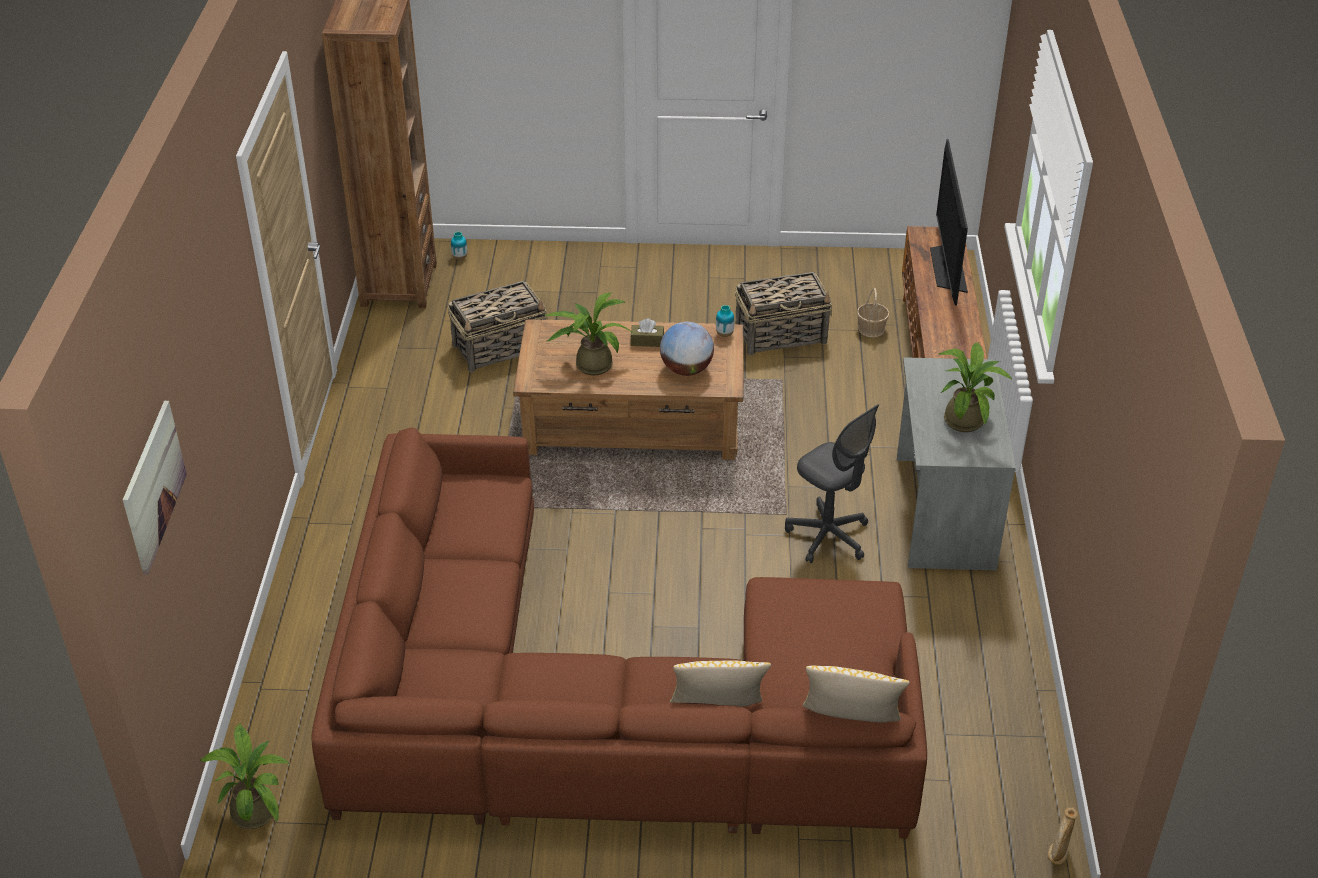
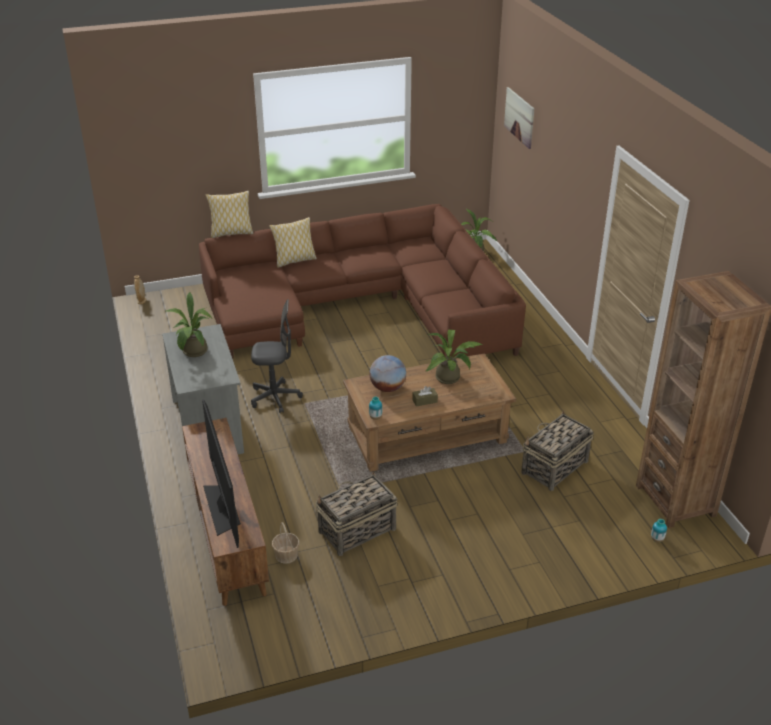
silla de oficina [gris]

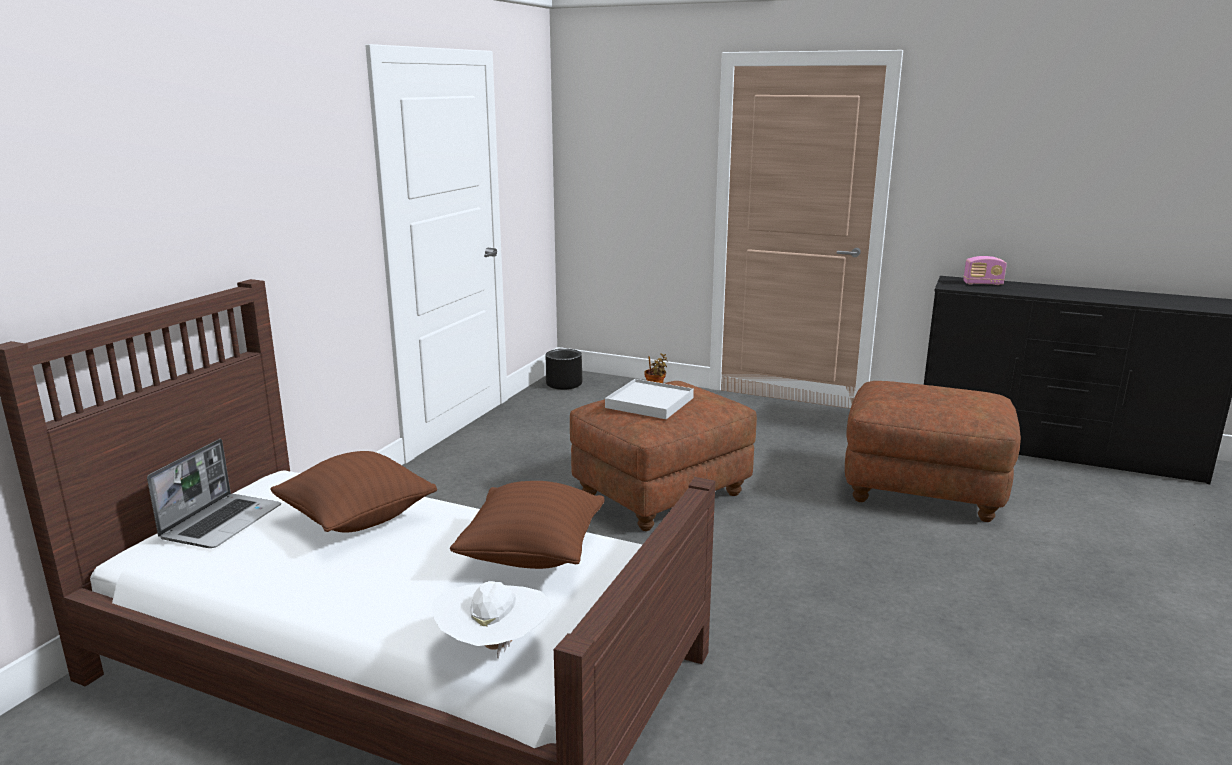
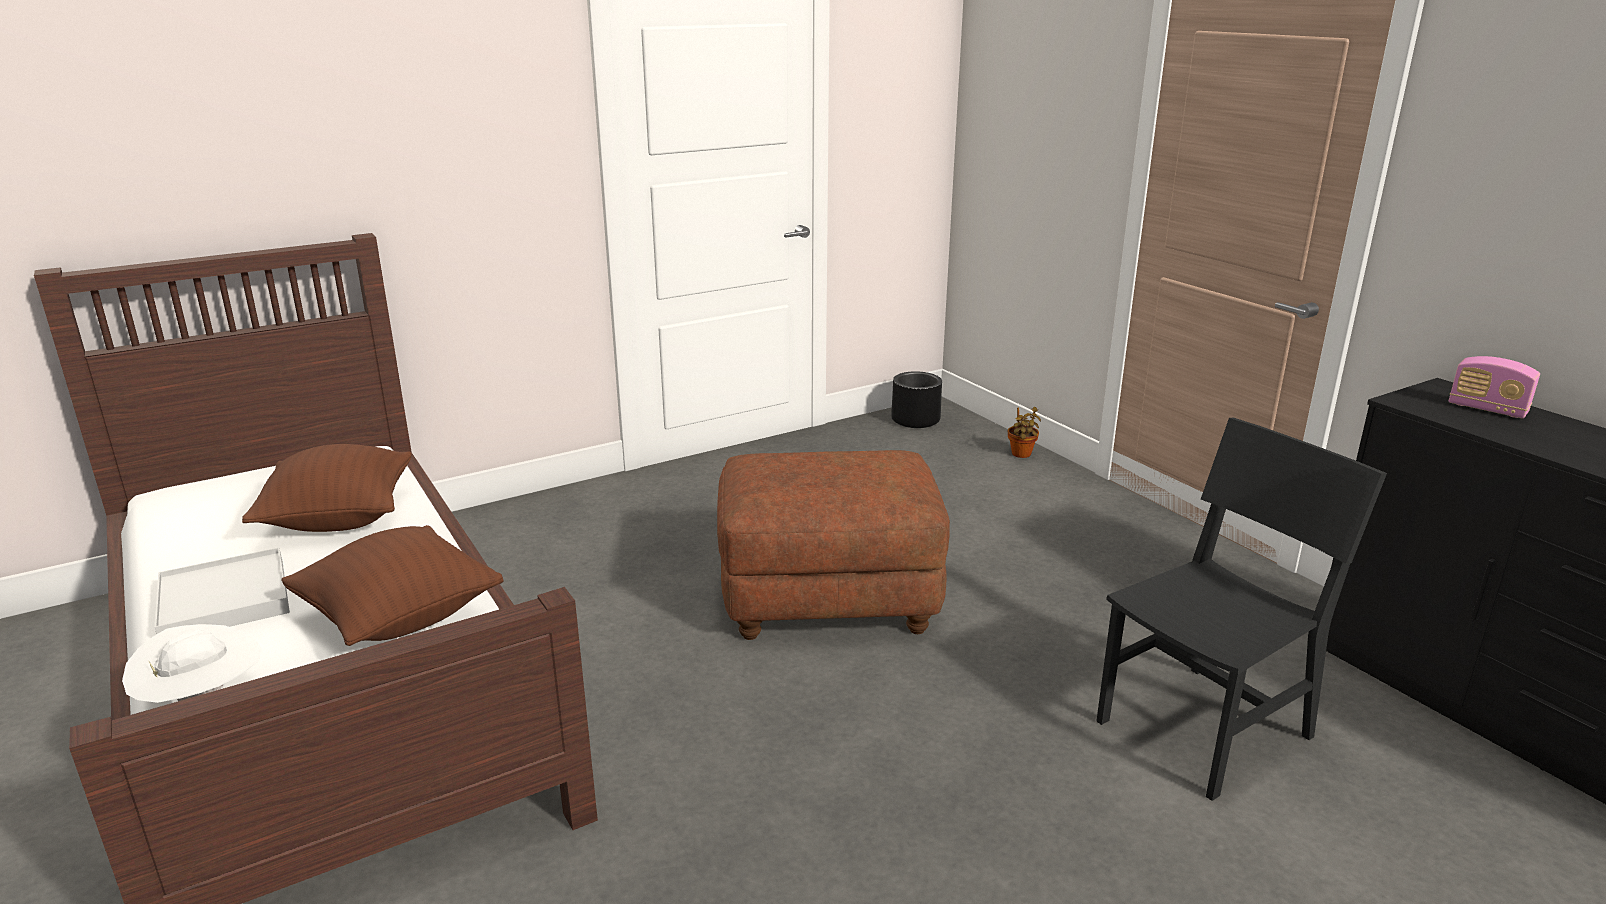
portátil; bandeja [blanco]; silla [negro]

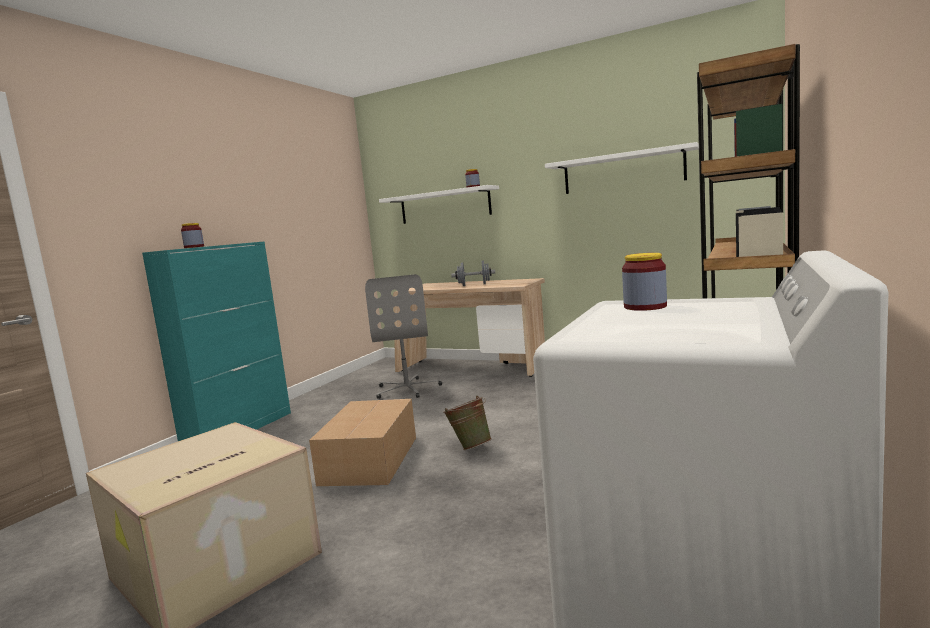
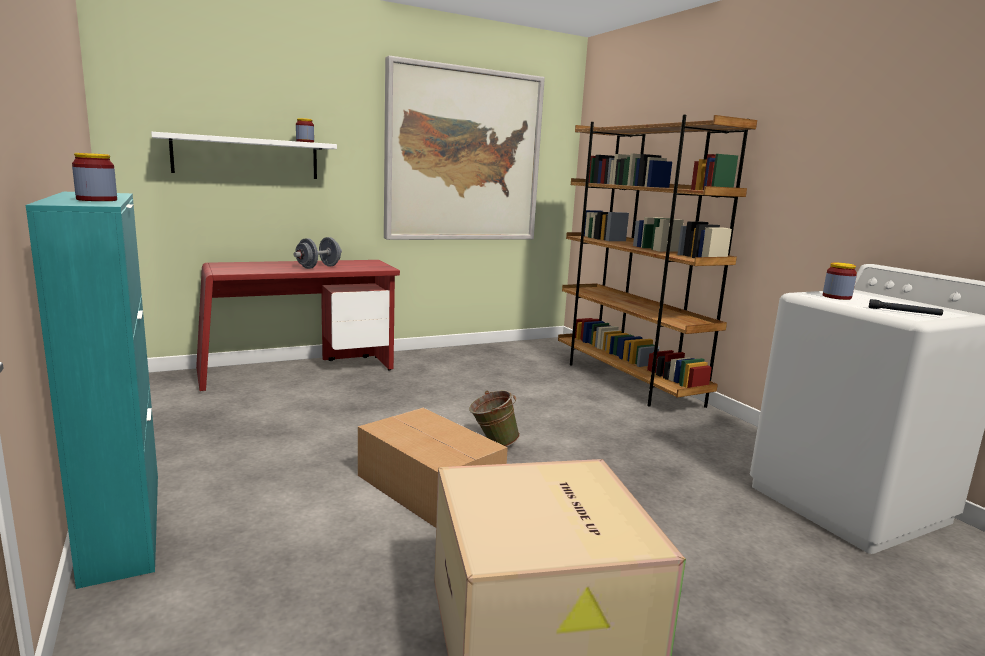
silla de oficina [gris]; linterna [negro]; cuadro; escritorio [rojo]

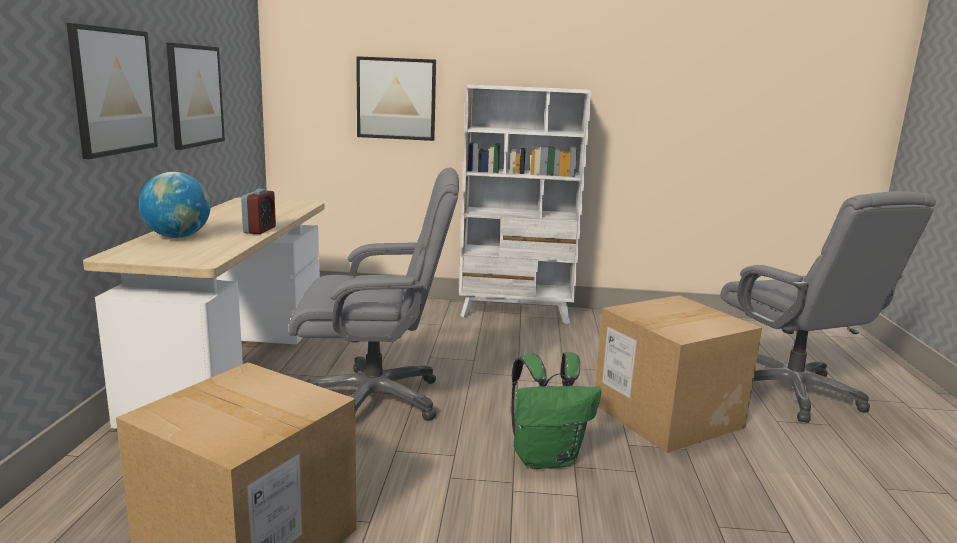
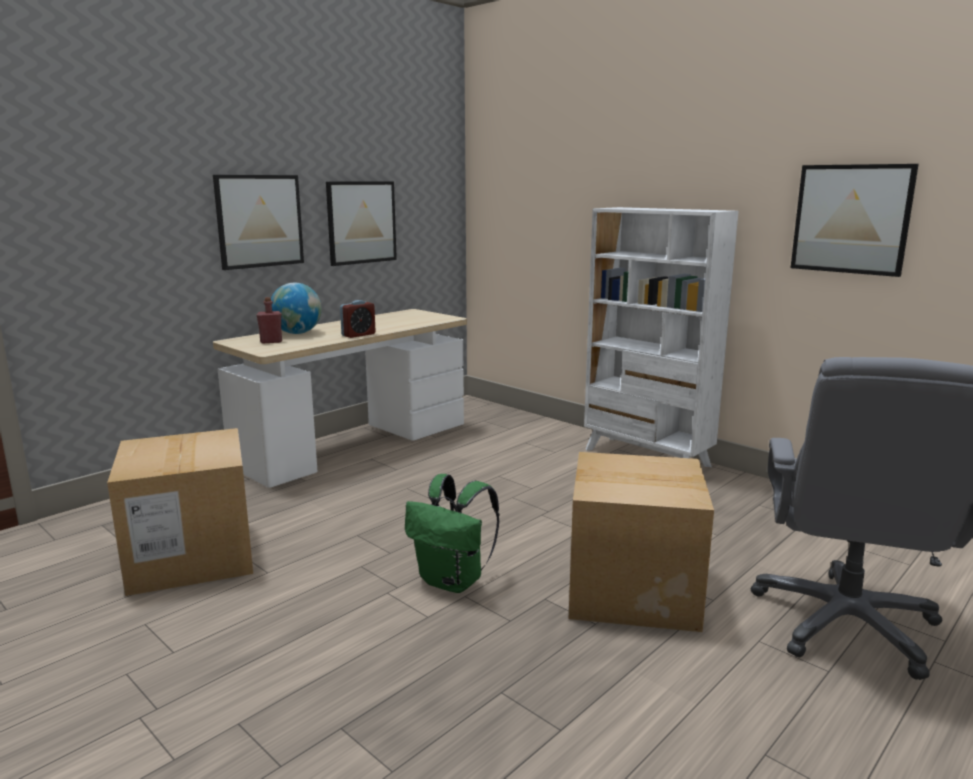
silla de oficina [gris] (1st from left in the first image); botella [rojo]; cuadro (3rd from left)

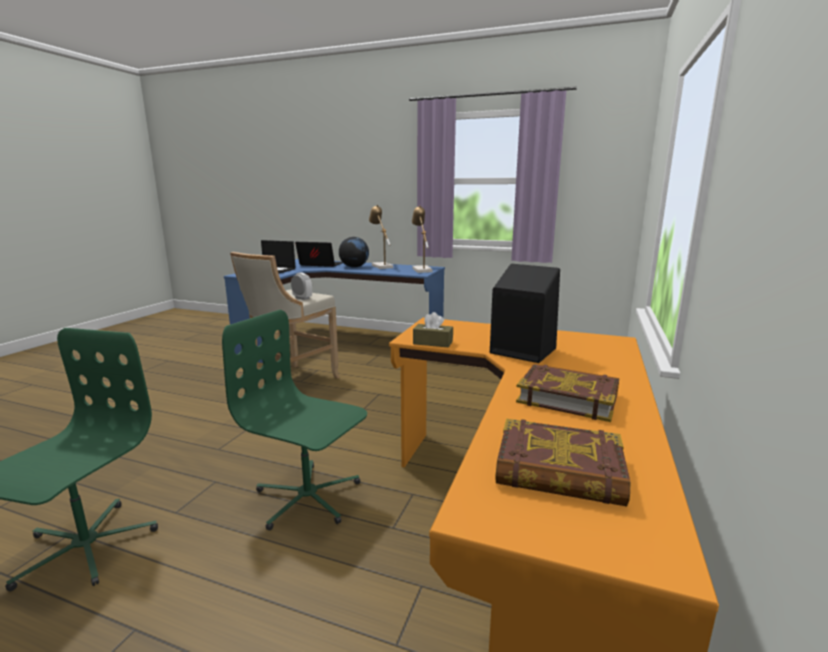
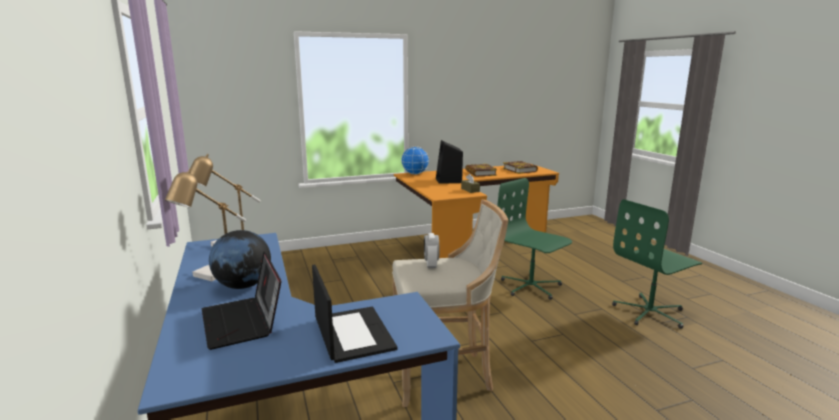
globo terráqueo (2nd from left); silla de oficina [verde] (1st from left)

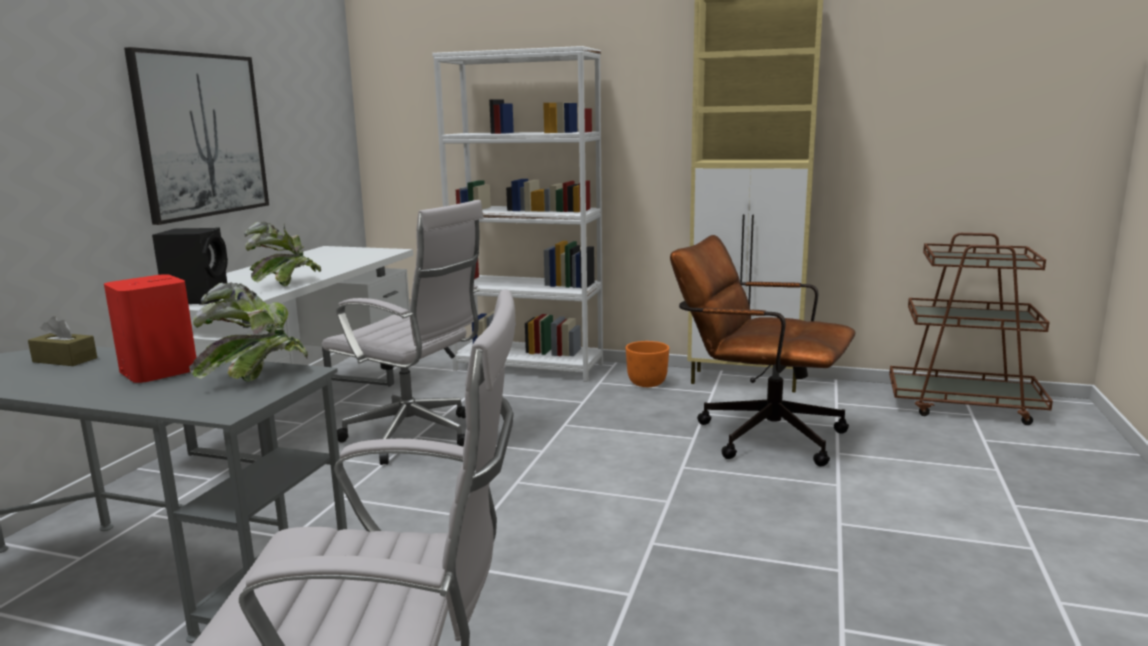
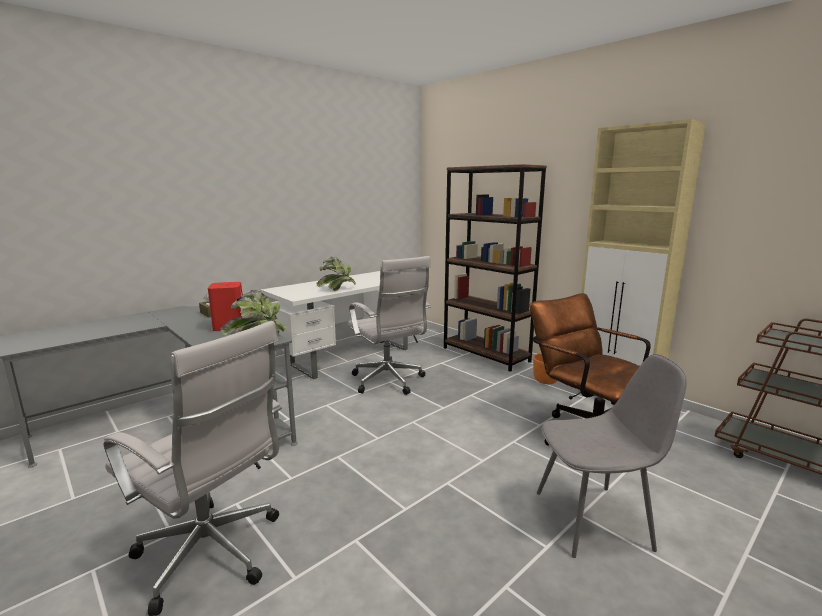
cuadro; altavoz [negro]; silla [gris]; estantería [marrón]

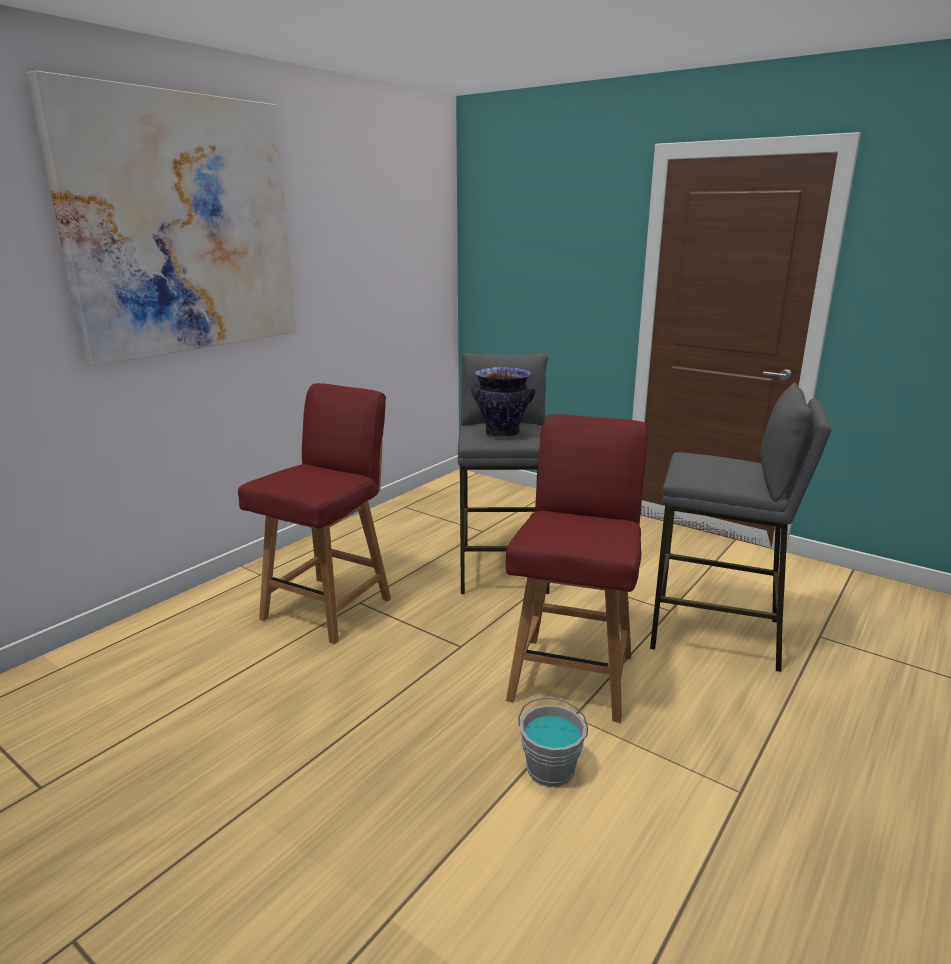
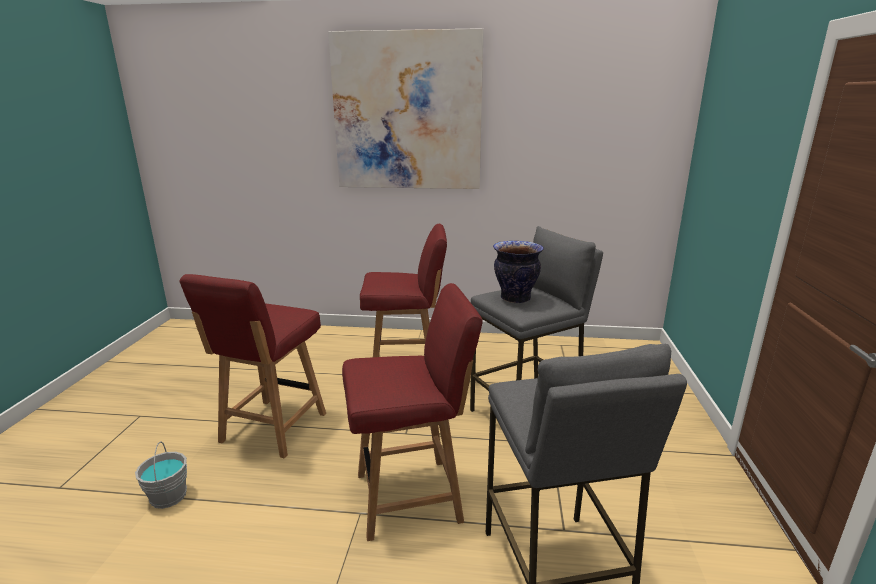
silla [rojo] (1st from left); cubo [gris]

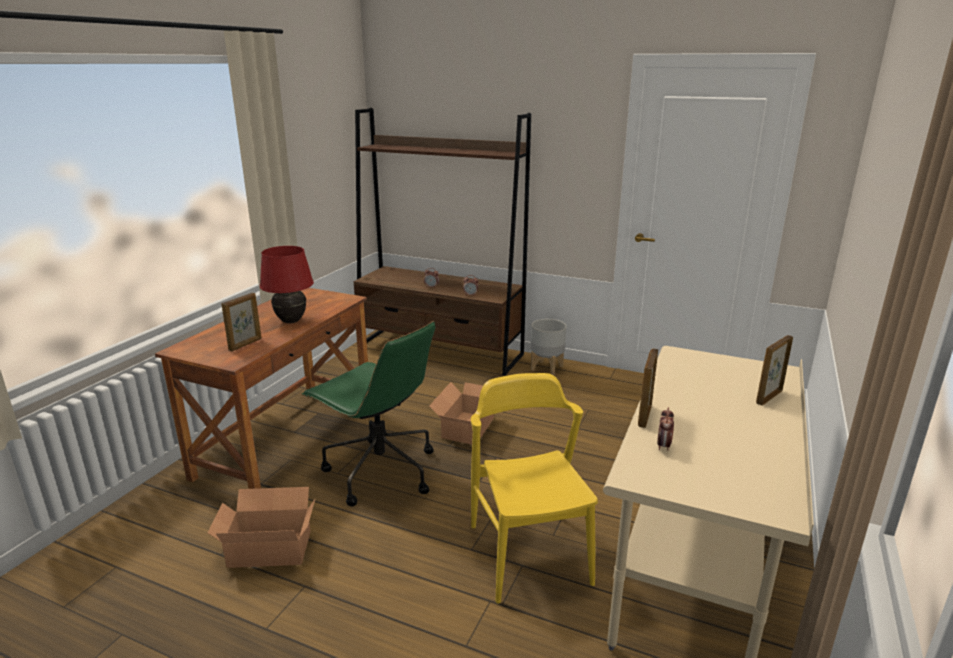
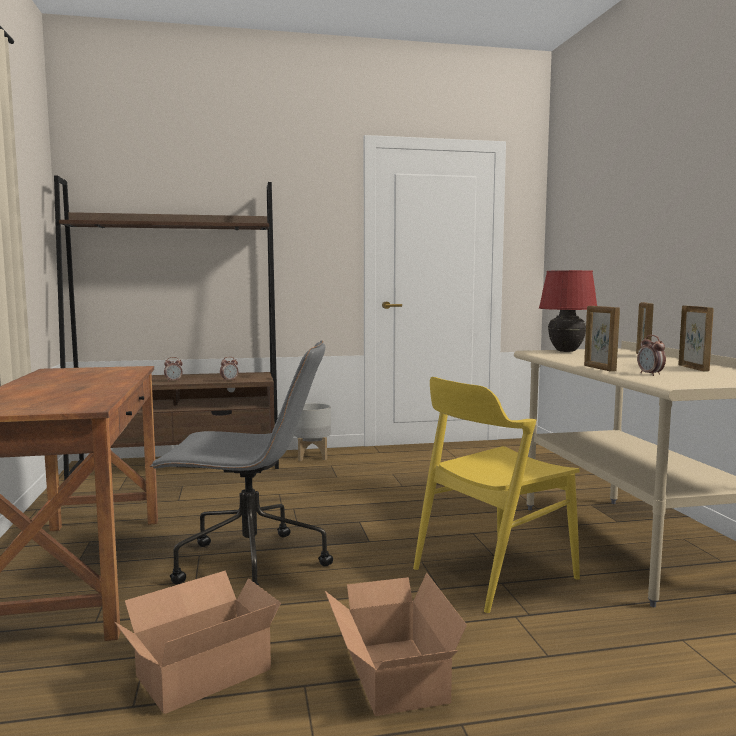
portarretratos (3rd from left); lámpara de mesa [rojo]; caja de cartón (2nd from left); silla de oficina [gris]; silla [amarillo]

